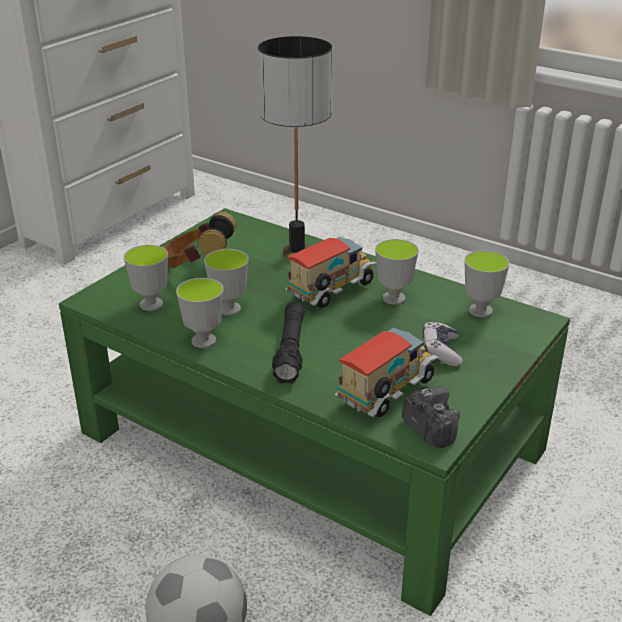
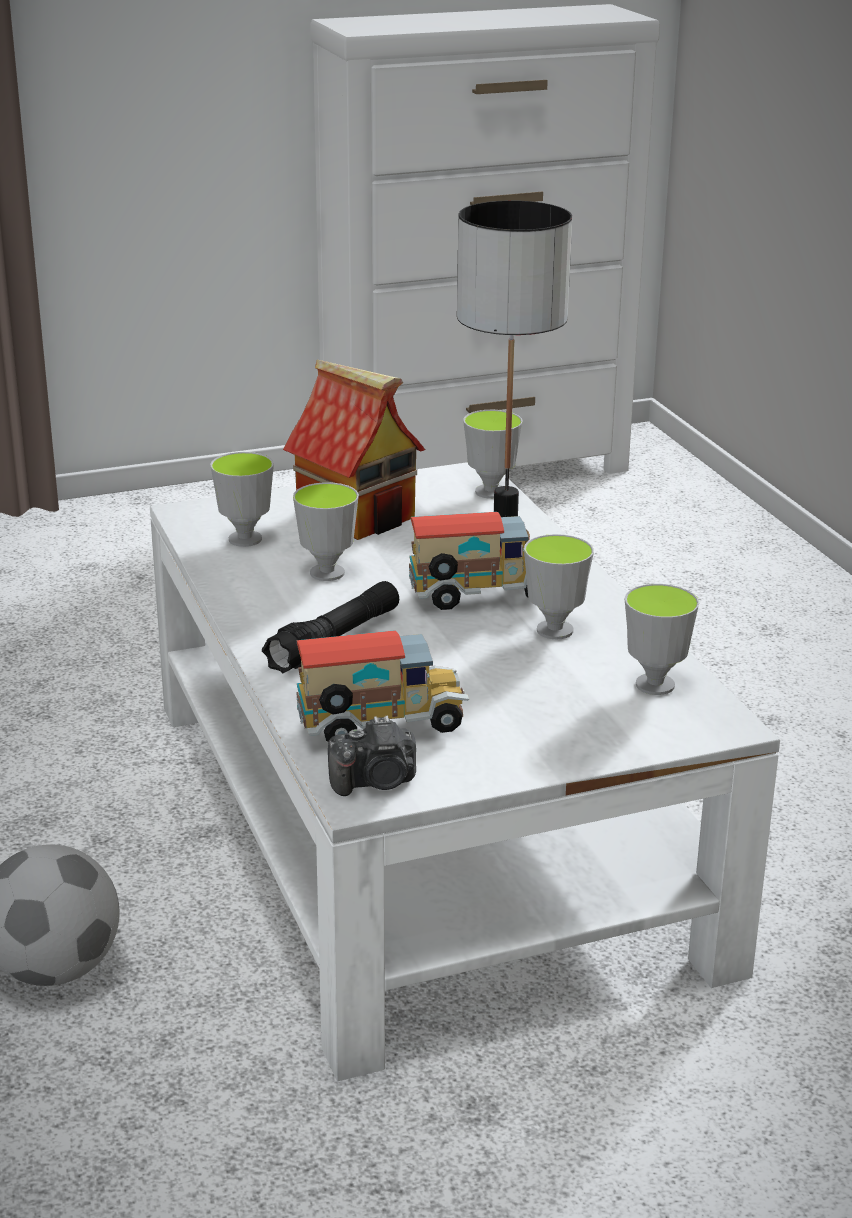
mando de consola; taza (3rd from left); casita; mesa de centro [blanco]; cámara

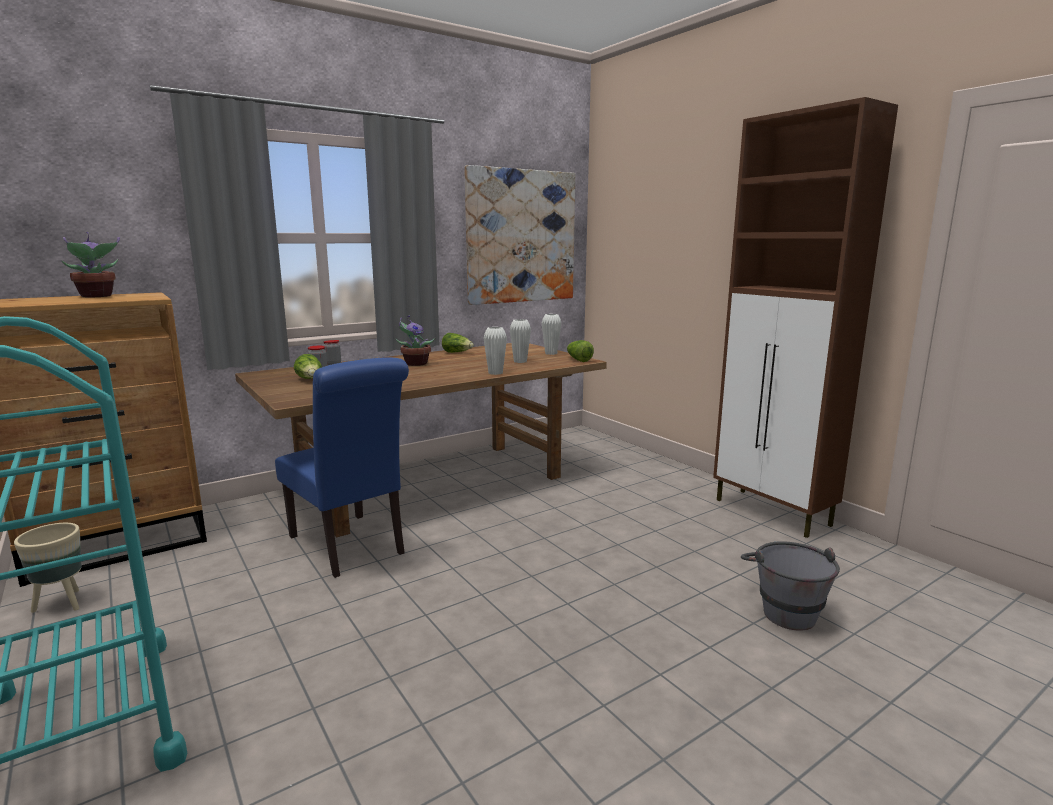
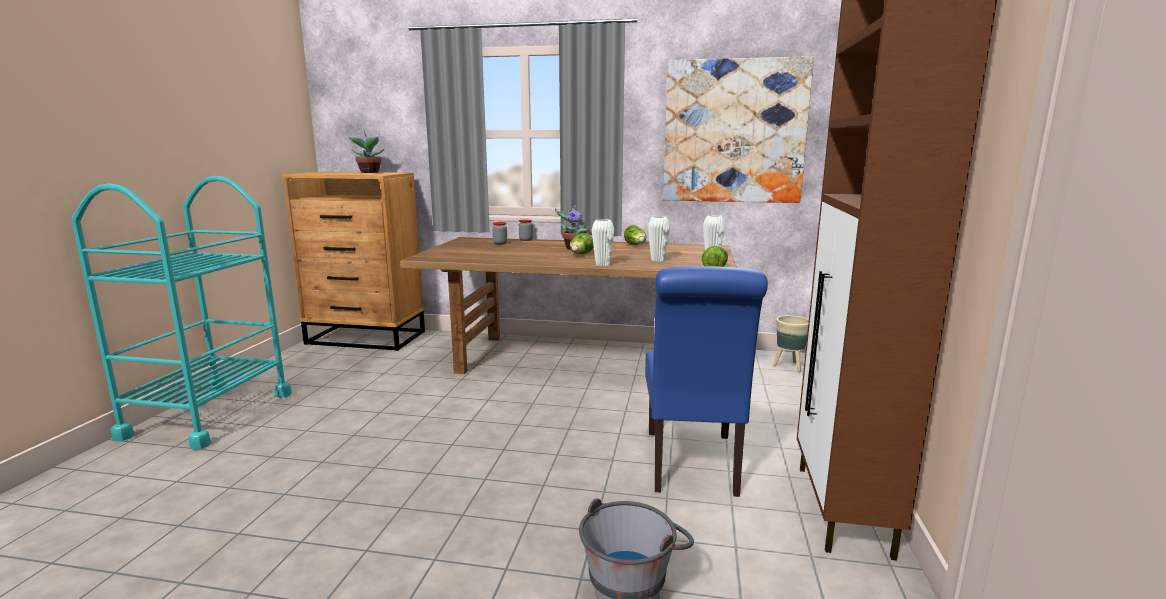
maceta [beis]; silla [azul]; lechuga (1st from left)

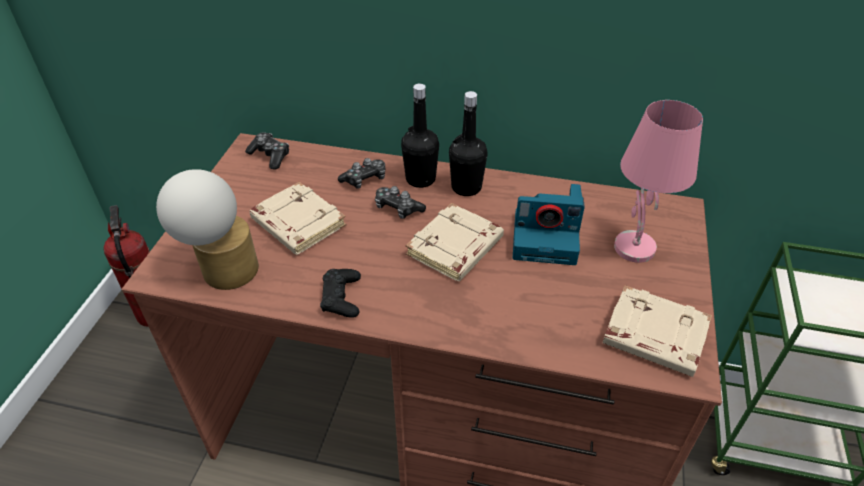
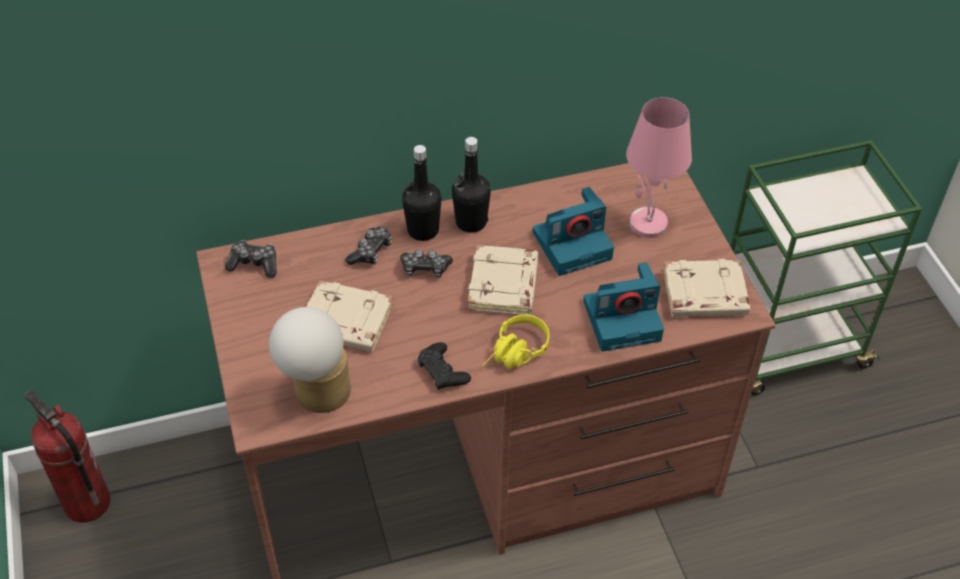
auriculares [amarillo]; cámara (2nd from left)

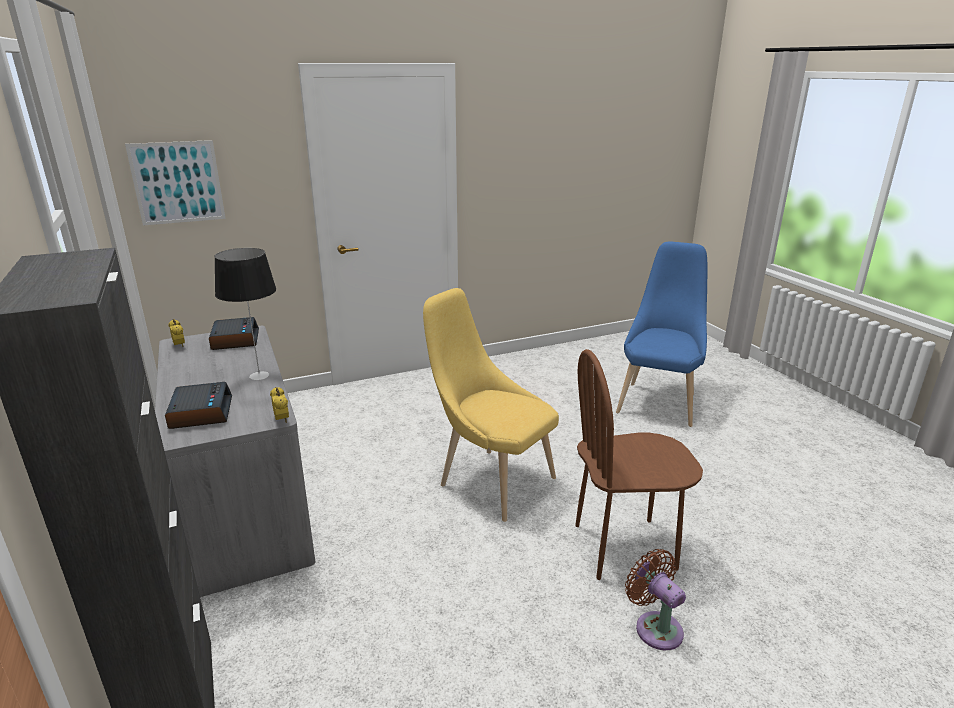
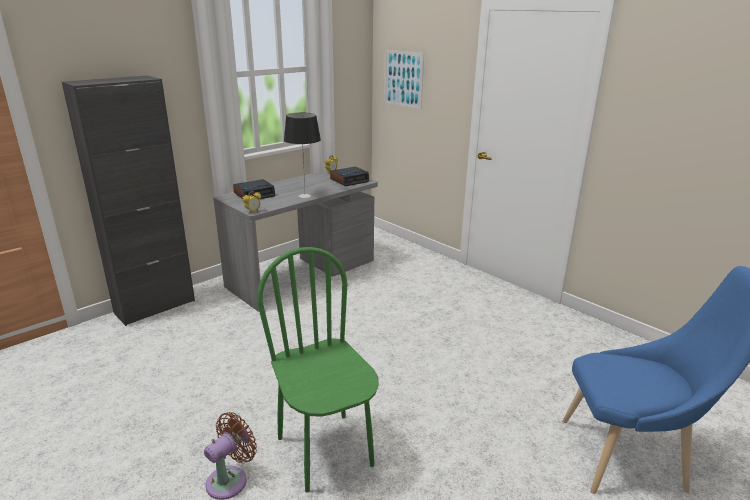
silla [amarillo]; silla [verde]

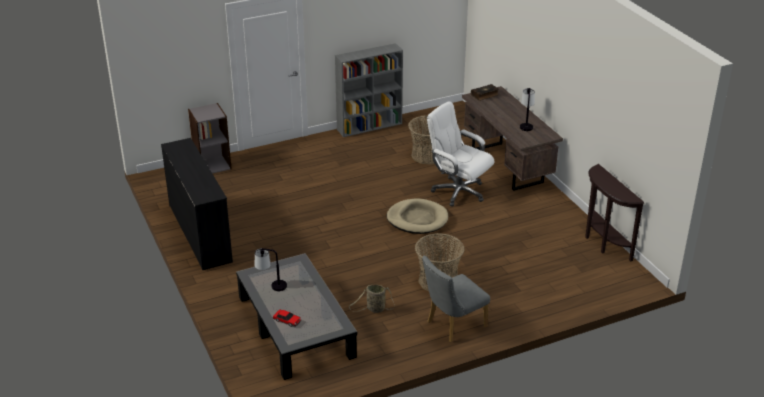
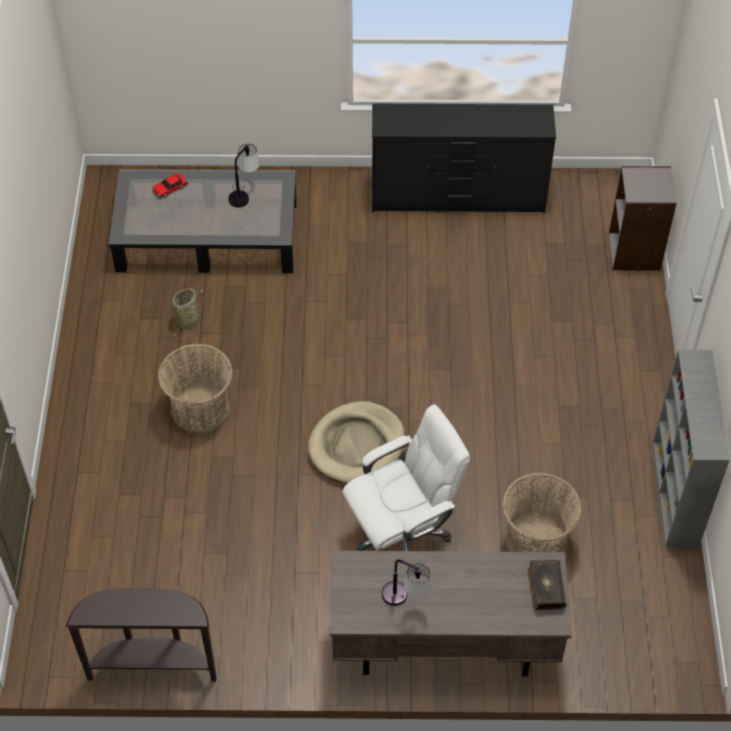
silla [gris]

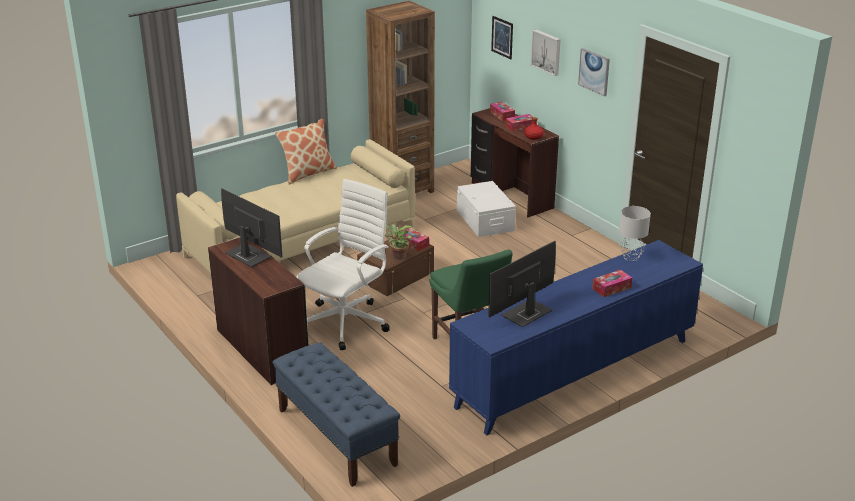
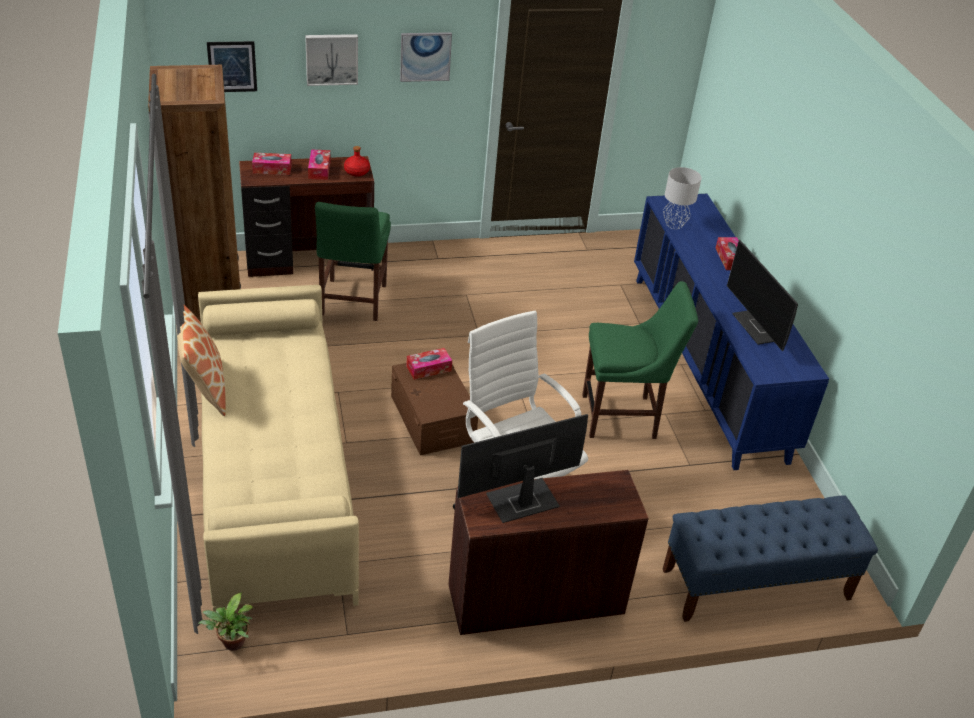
planta en maceta; silla [verde] (1st from left)

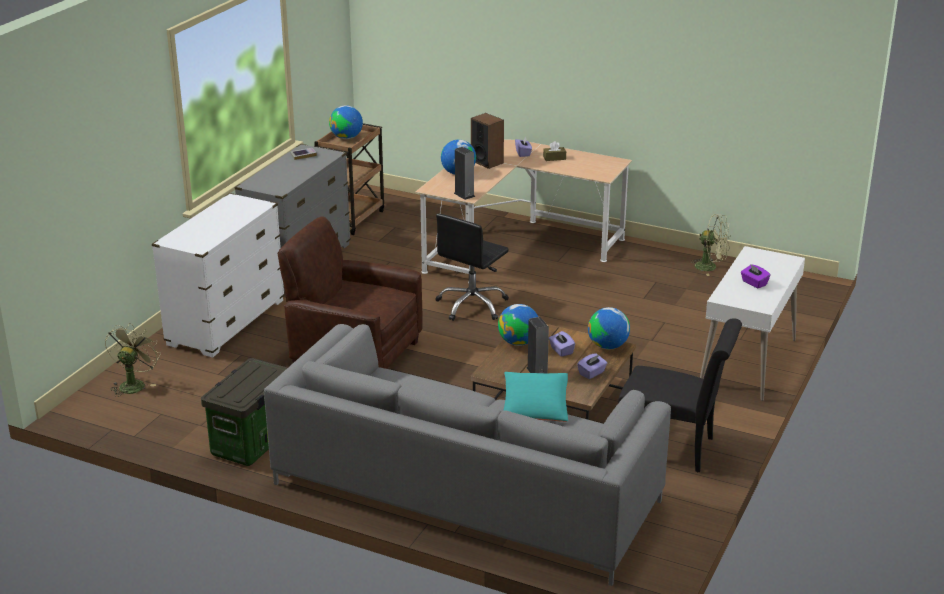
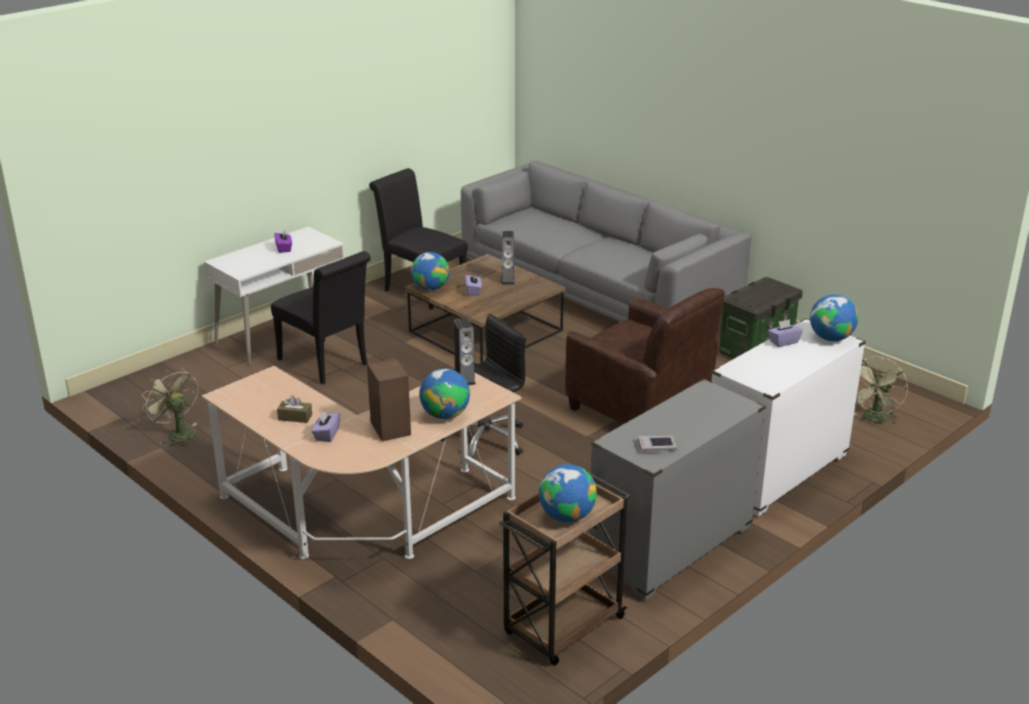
cojín [turquesa]; silla [negro] (1st from left); globo terráqueo (4th from left); caja de pañuelos [morado] (4th from left)

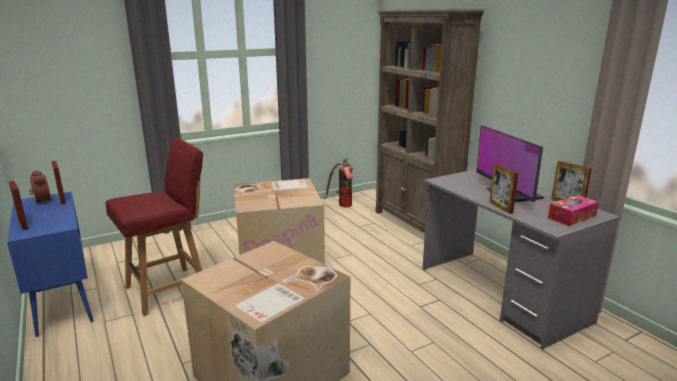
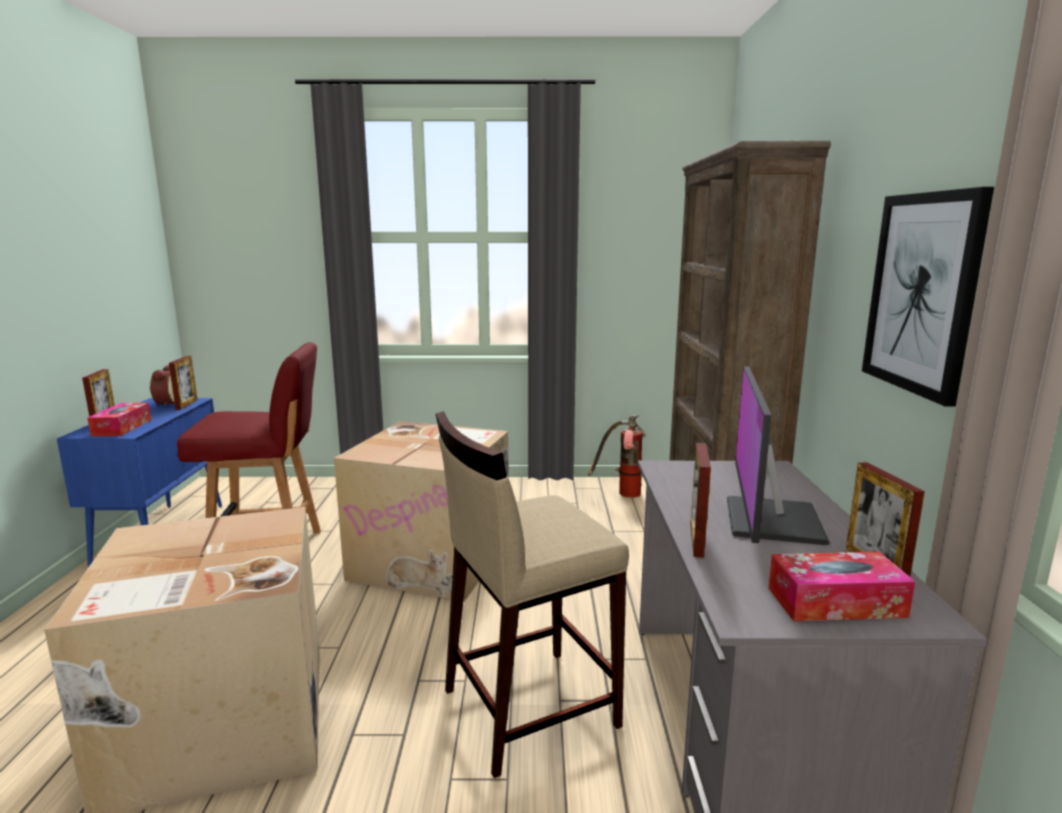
caja de pañuelos (1st from left); taburete [beis]; cuadro

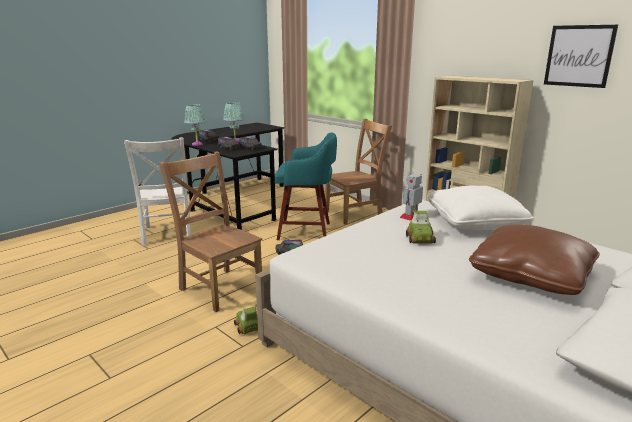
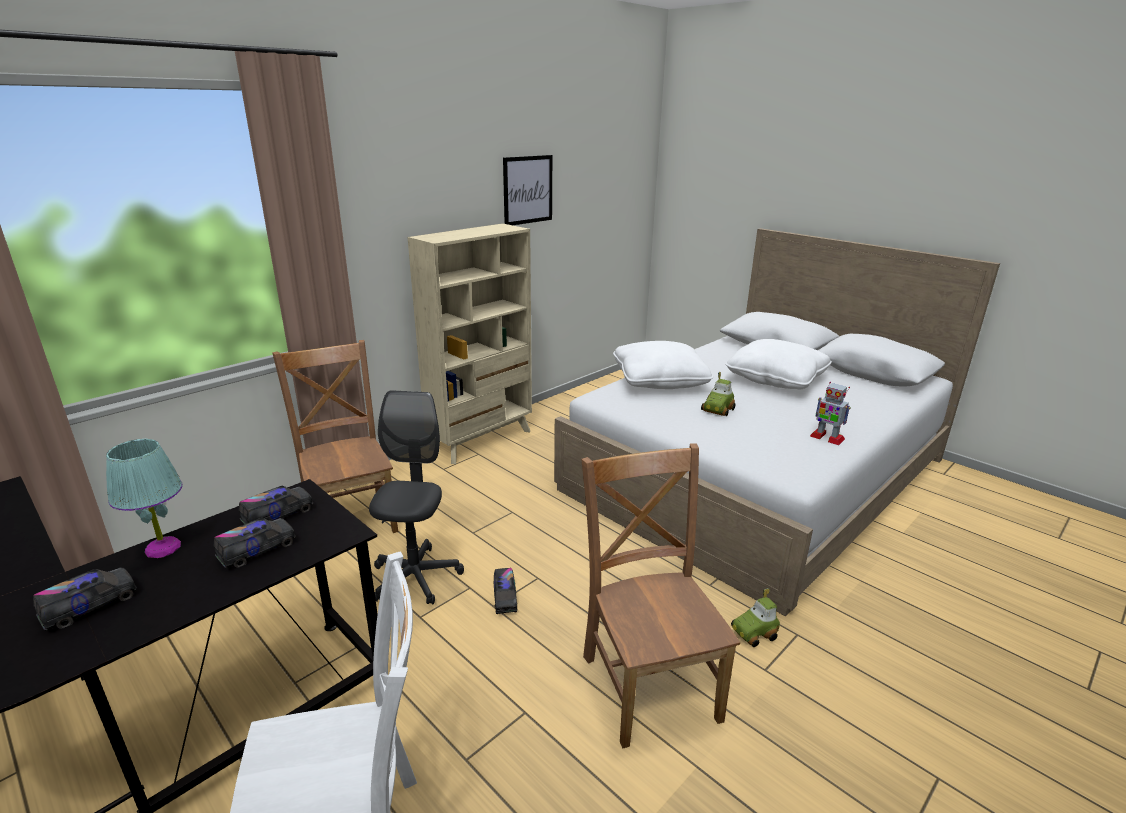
lámpara de mesa [turquesa] (1st from left in the first image); robot de juguete; silla de oficina [gris]; cojín [blanco] (2nd from left); silla [marrón] (2nd from left); coche de juguete (1st from left)

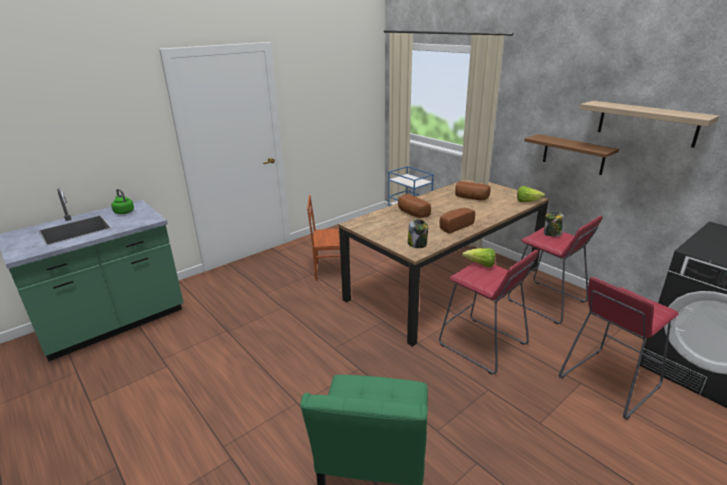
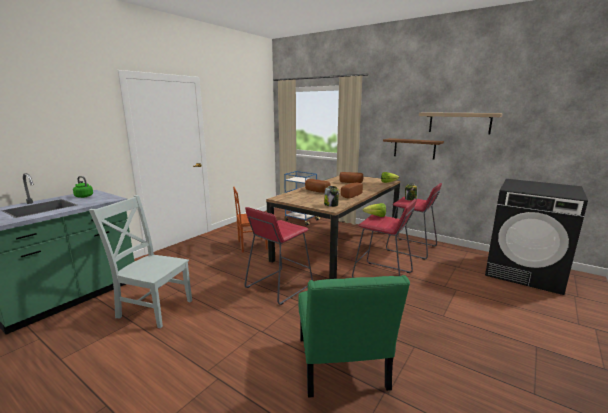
silla [gris]; taburete [rojo] (1st from left)

